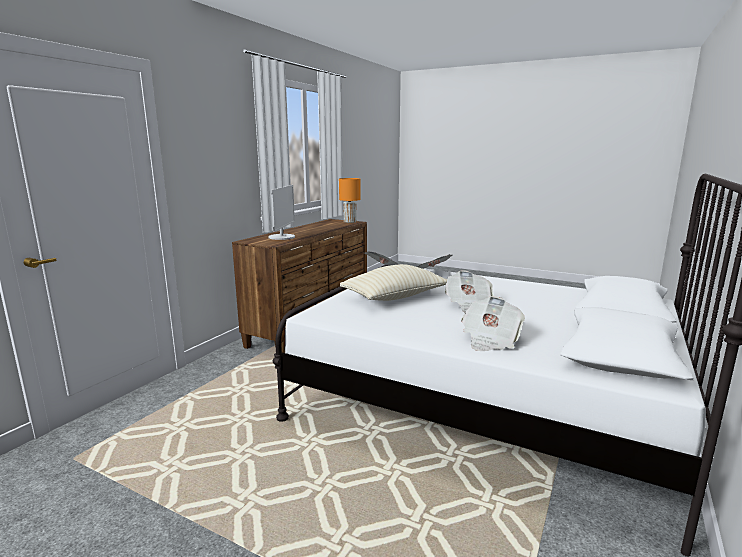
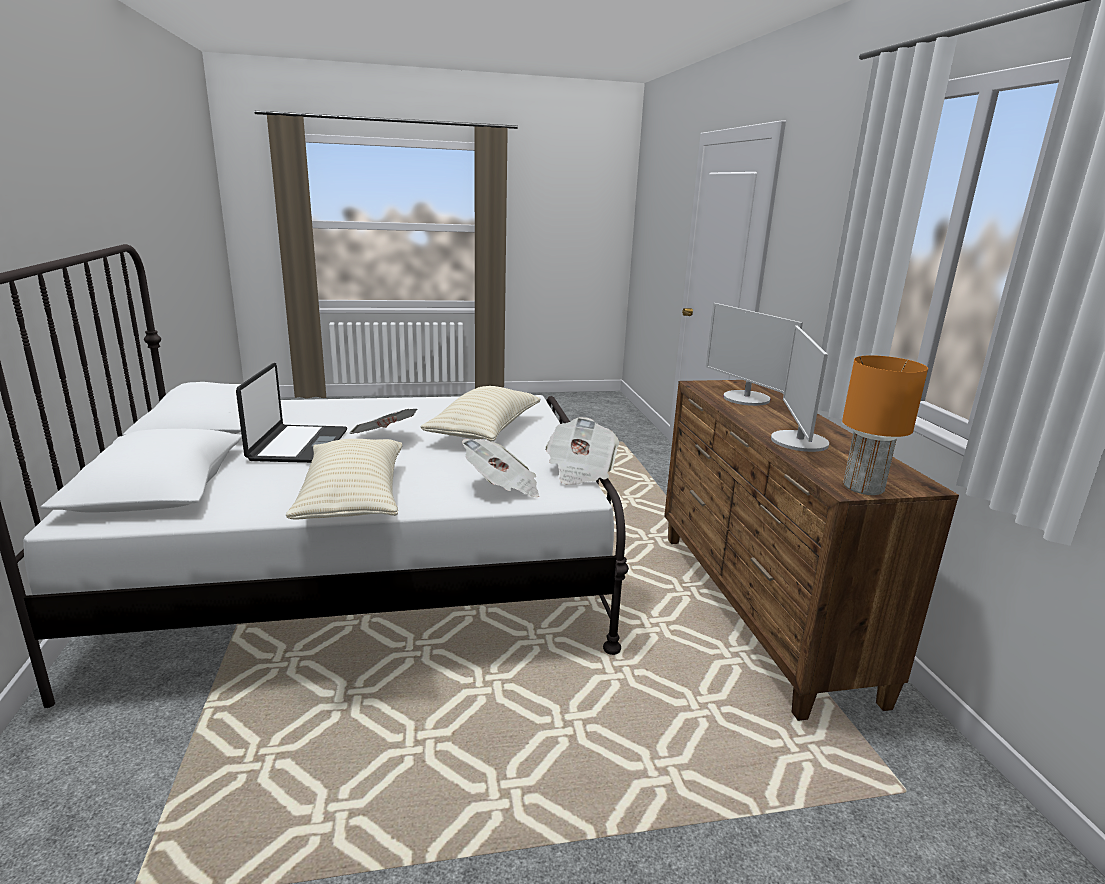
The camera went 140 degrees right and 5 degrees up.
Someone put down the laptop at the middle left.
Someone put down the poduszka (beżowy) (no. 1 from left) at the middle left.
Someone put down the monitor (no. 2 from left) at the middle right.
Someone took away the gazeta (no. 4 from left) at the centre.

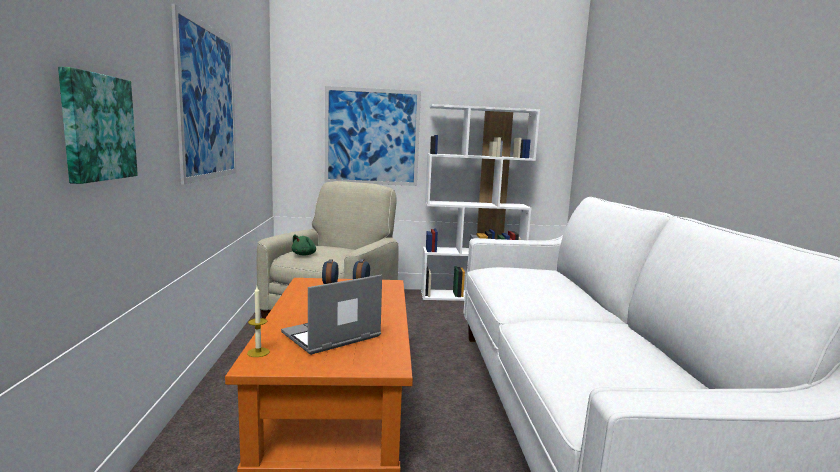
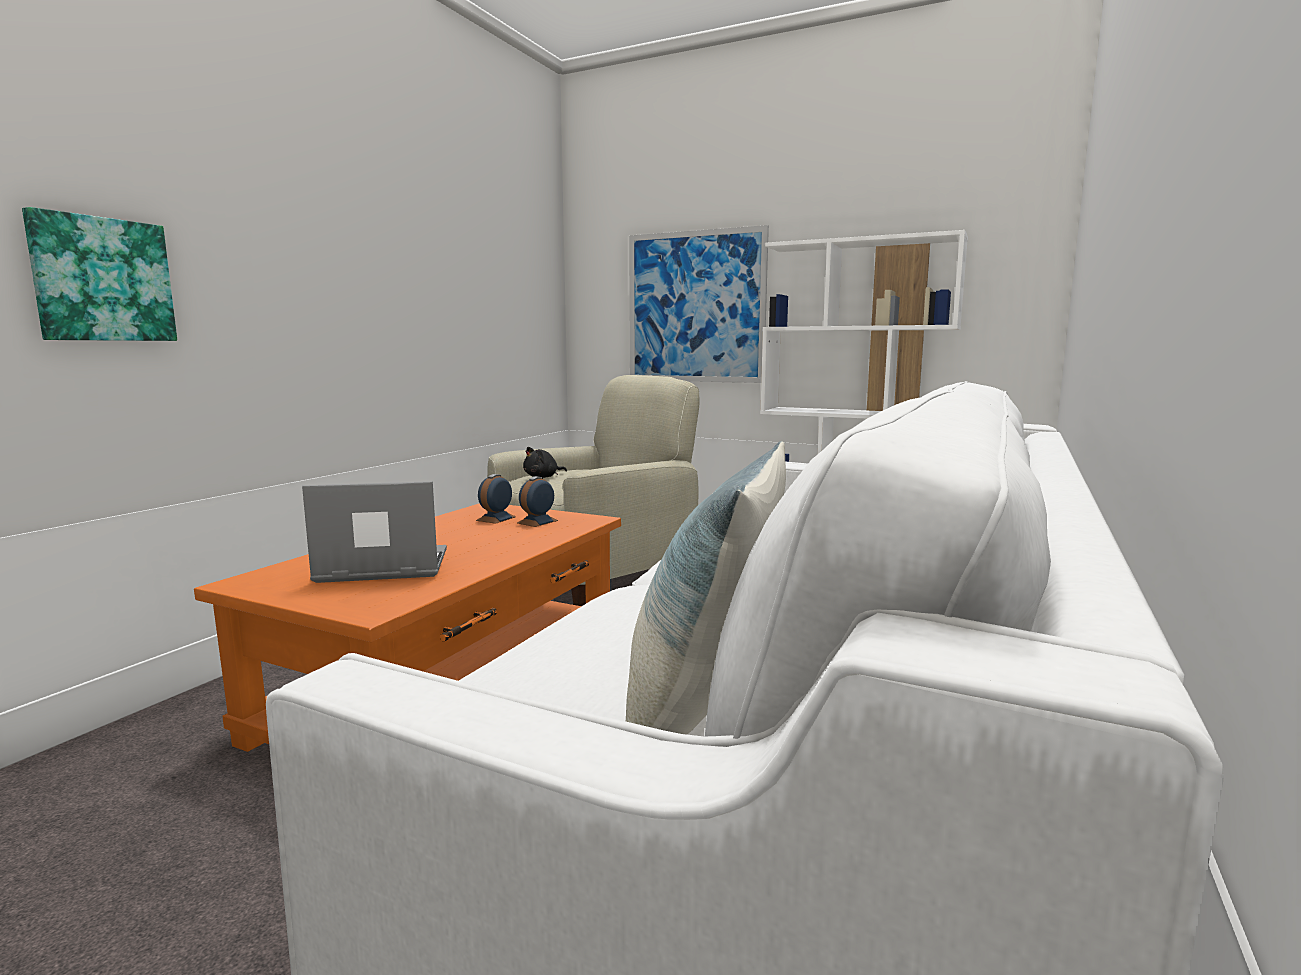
The camera went 30 degrees right and 0 degrees up.
Someone repainted the pluszak (zielony) at the centre, which became the pluszak (czarny) at the centre.
Someone put down the poduszka at the centre.
Someone took away the obraz (no. 2 from left) at the top left.
Someone took away the świeca at the bottom left.

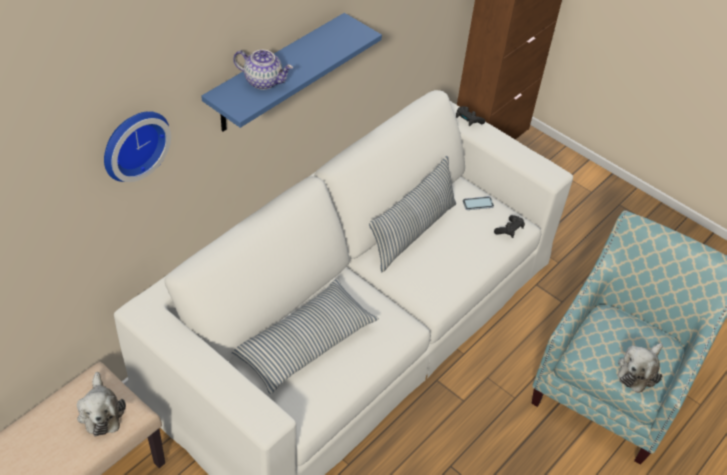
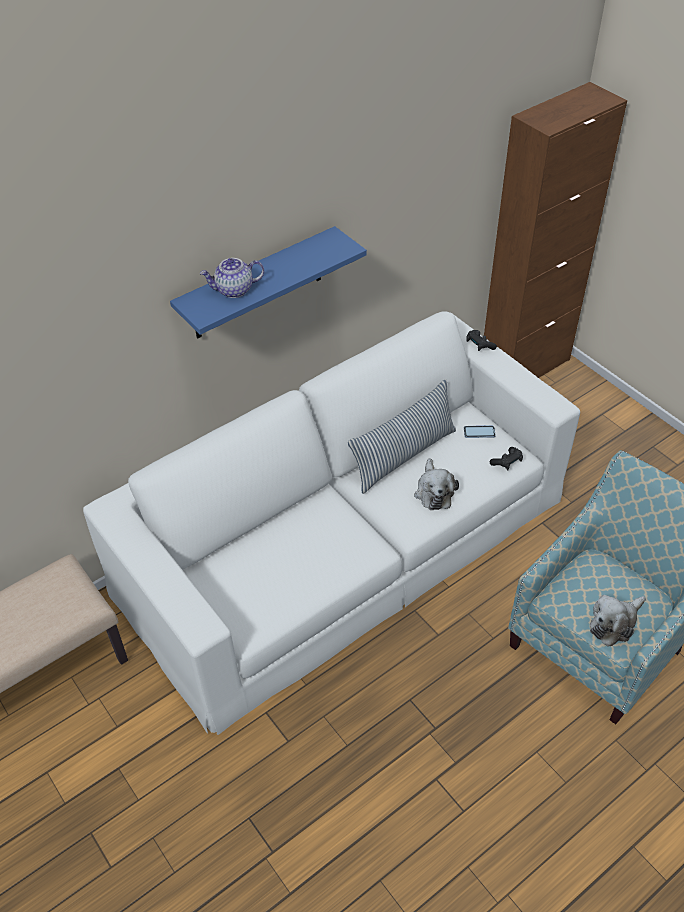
The camera went 15 degrees right and 0 degrees up.
Someone rotated the imbryk at the top centre by 135 degrees clockwise.
Someone carried the pluszak (no. 1 from left) from the bottom left to the centre.
Someone took away the zegar ścienny at the top left.
Someone took away the poduszka (no. 1 from left) at the bottom centre.

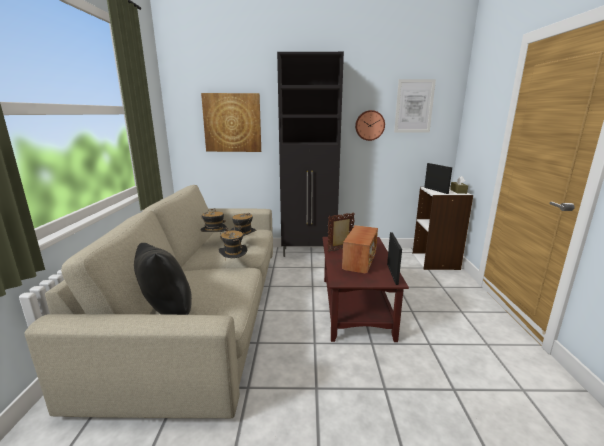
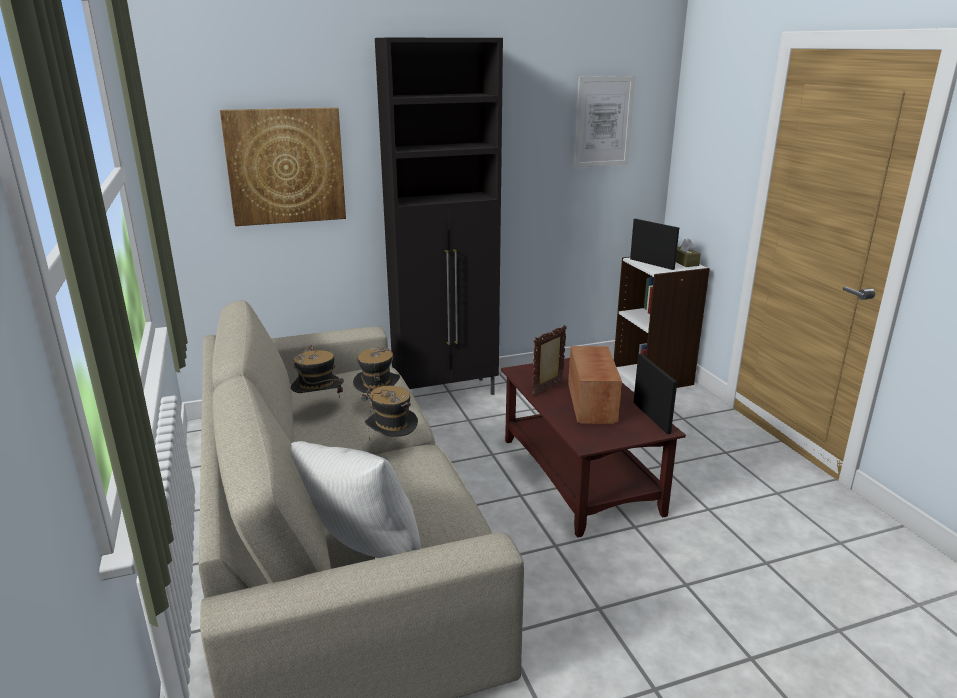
The camera went 20 degrees left and 5 degrees up.
Someone repainted the poduszka (czarny) at the middle left, which became the poduszka (biały) at the bottom centre.
Someone took away the zegar ścienny at the top centre.

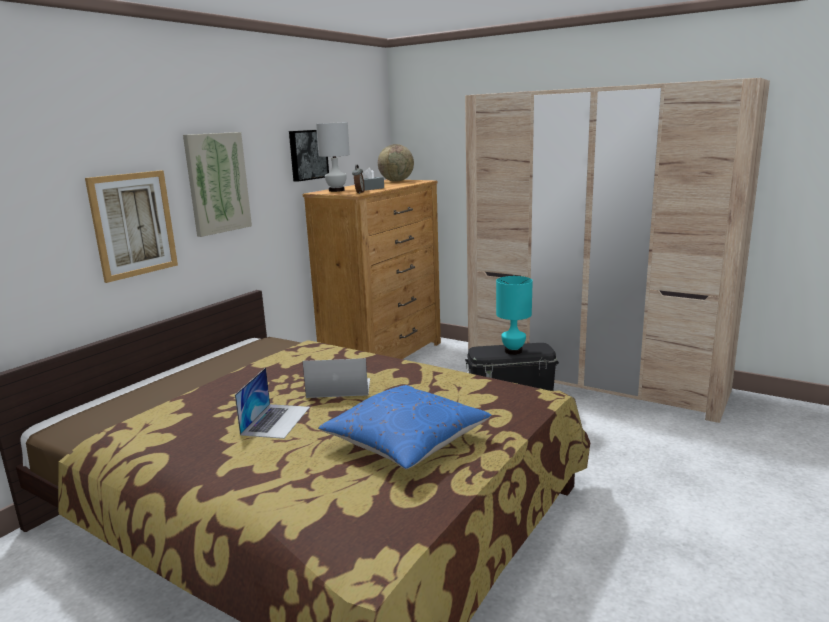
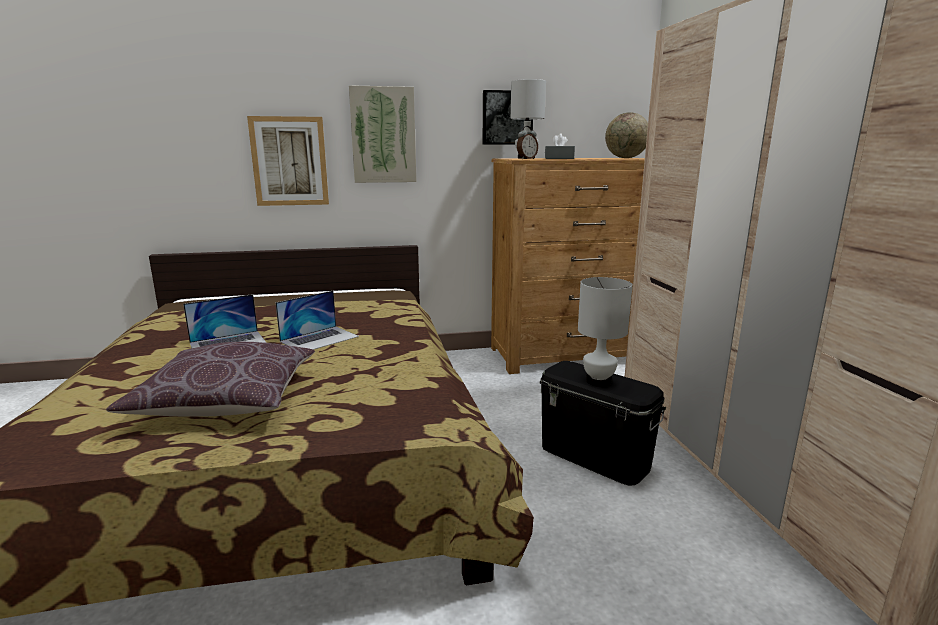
The camera went 45 degrees right and 0 degrees up.
Someone repainted the poduszka (niebieski) at the bottom centre, which became the poduszka (brązowy) at the middle left.
Someone rotated the laptop (no. 2 from left) at the centre by 90 degrees clockwise.
Someone repainted the lampa stołowa (turkusowy) at the centre, which became the lampa stołowa (biały) (no. 2 from left) at the centre.

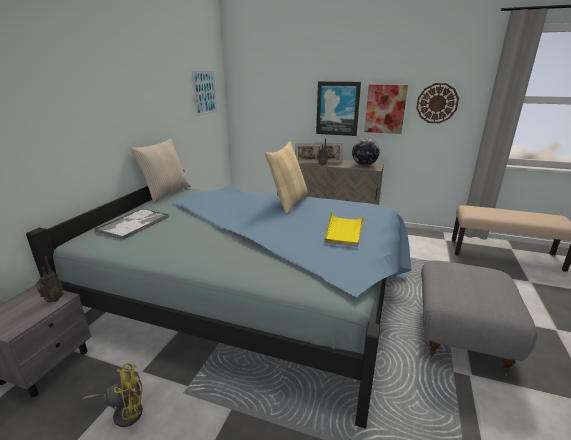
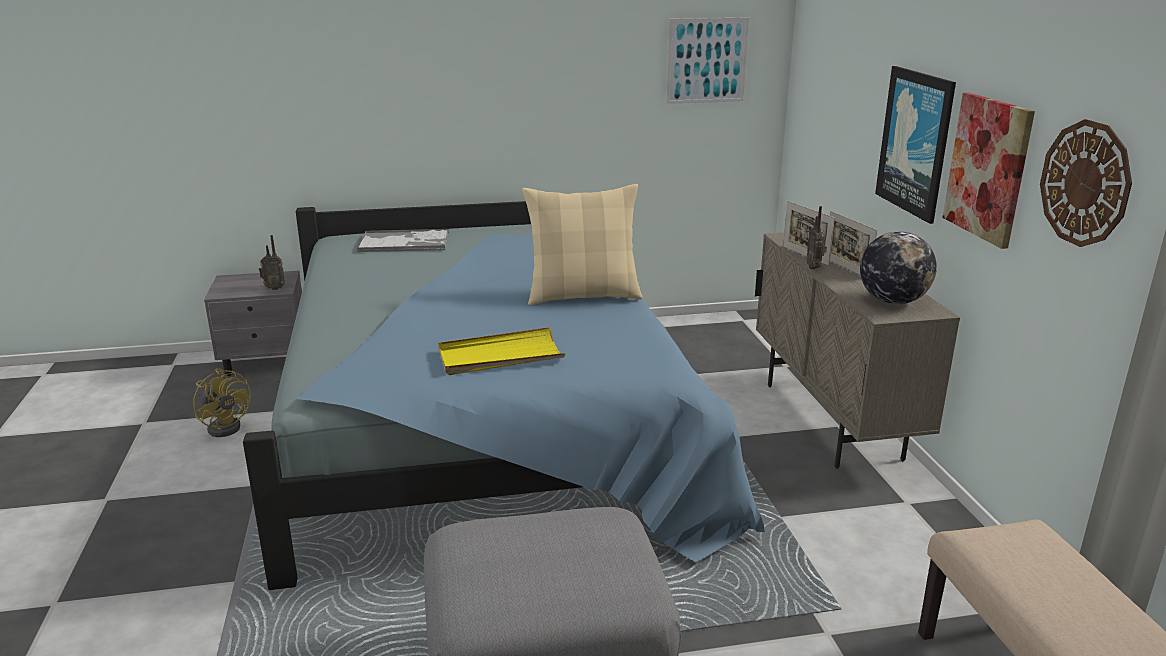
The camera went 60 degrees right and 0 degrees up.
Someone took away the poduszka (beżowy) (no. 1 from left) at the middle left.

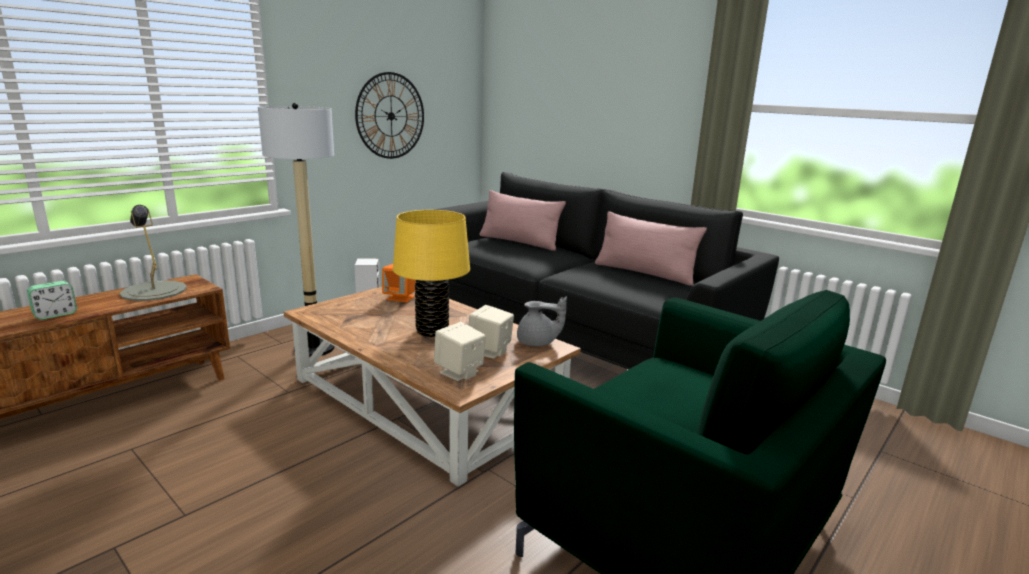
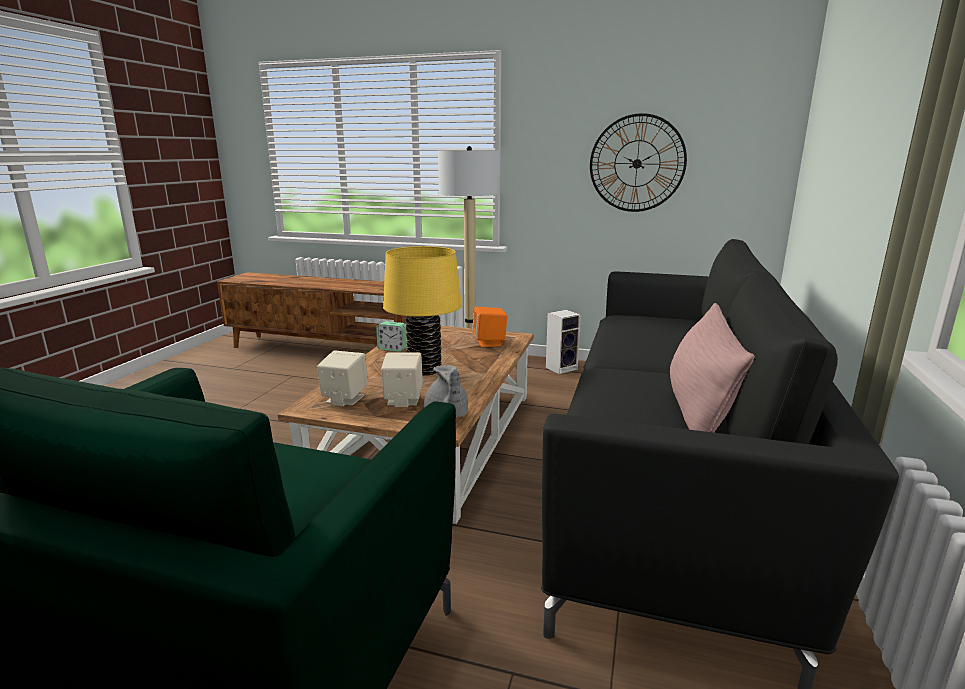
The camera went 65 degrees right and 0 degrees up.
Someone carried the budzik from the middle left to the centre.
Someone took away the lampa stołowa (szary) at the middle left.
Someone took away the poduszka (różowy) (no. 1 from left) at the centre.

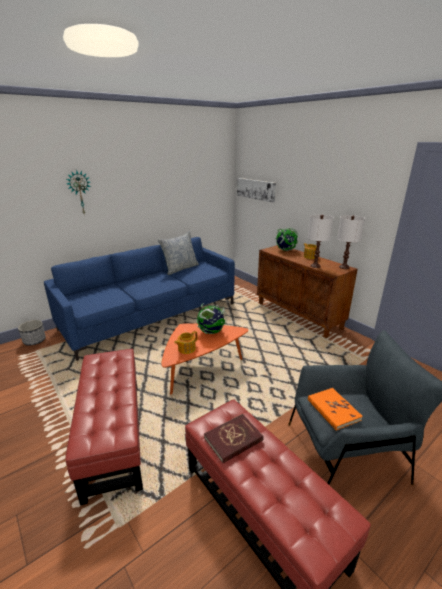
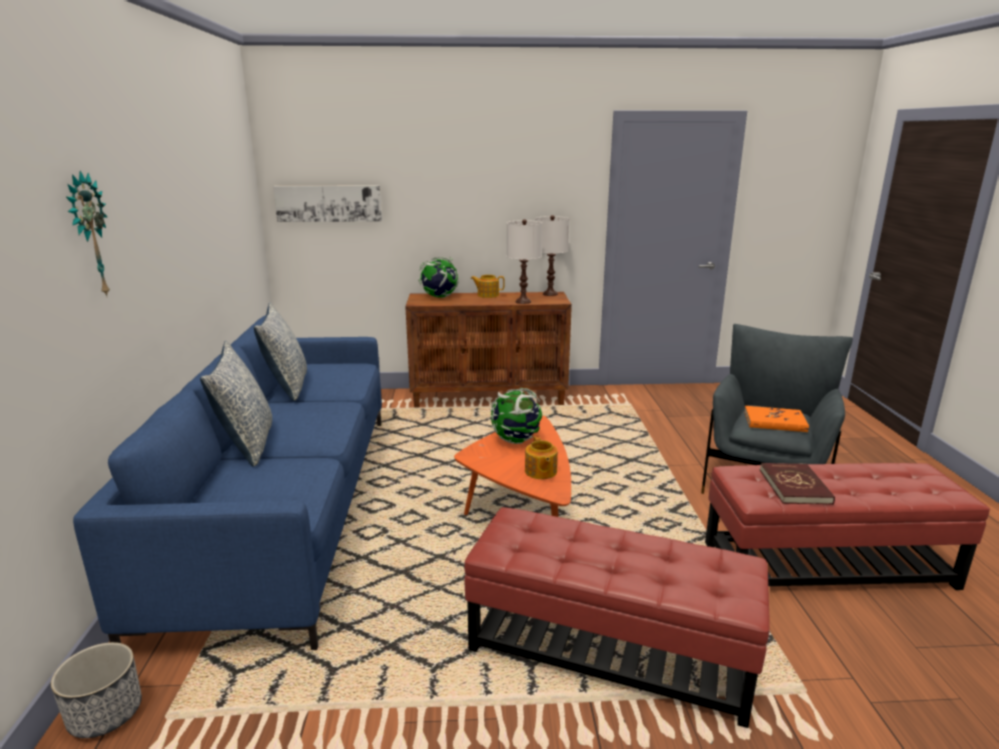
The camera went 55 degrees left and 5 degrees down.
Someone put down the poduszka (no. 1 from left) at the middle left.

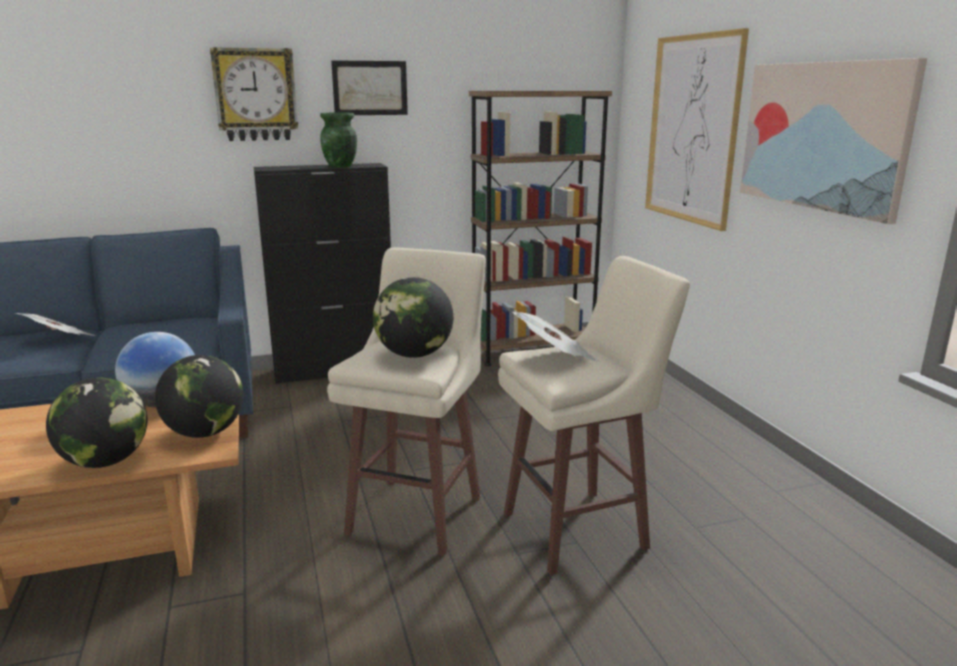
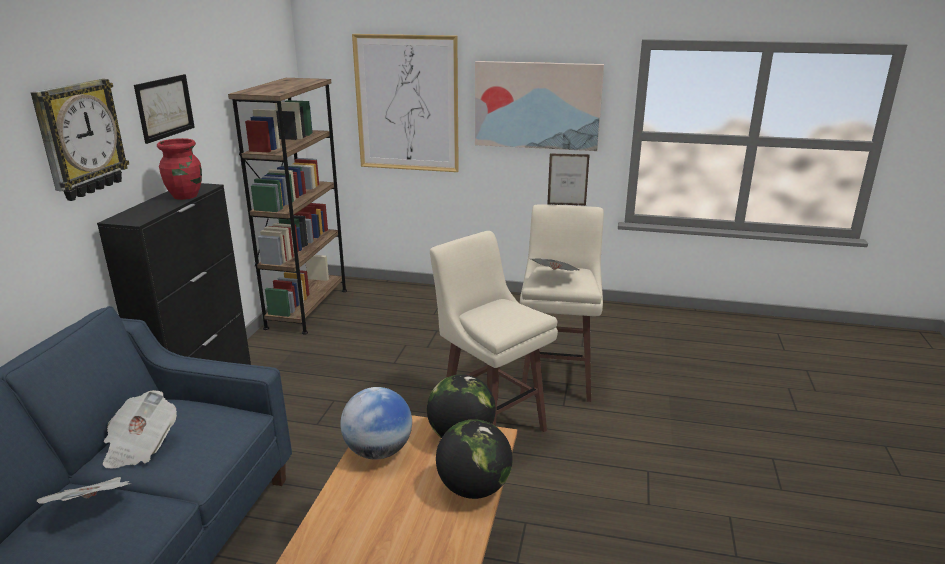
The camera went 60 degrees left and 5 degrees up.
Someone put down the gazeta (no. 2 from left) at the bottom left.
Someone repainted the wazon (zielony) at the top centre, which became the wazon (czerwony) at the top left.
Someone put down the ramka na zdjęcie at the top centre.
Someone took away the globus (no. 4 from left) at the centre.

